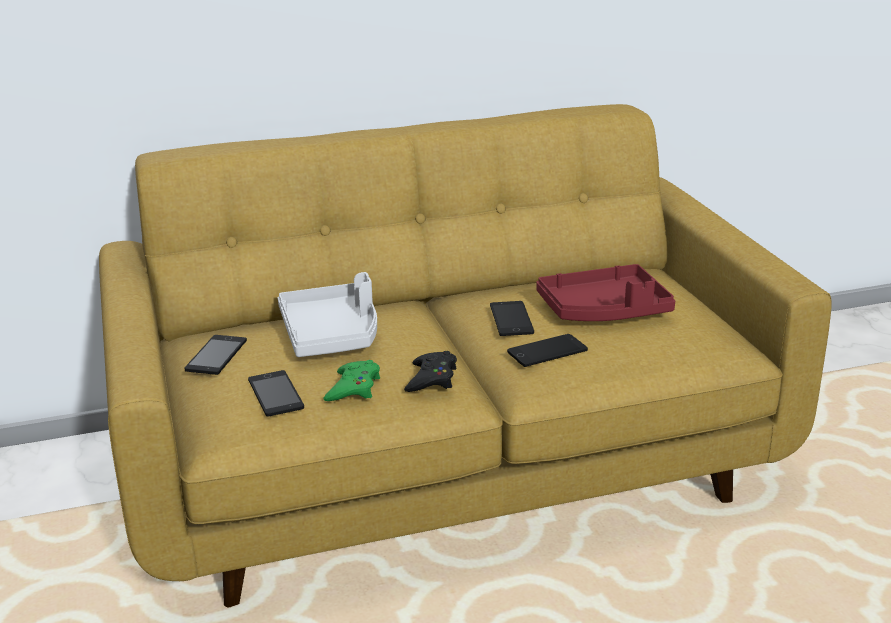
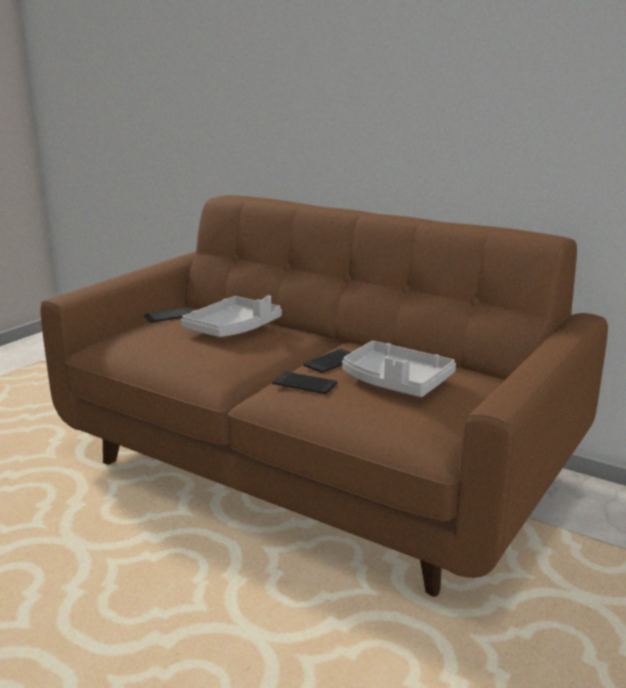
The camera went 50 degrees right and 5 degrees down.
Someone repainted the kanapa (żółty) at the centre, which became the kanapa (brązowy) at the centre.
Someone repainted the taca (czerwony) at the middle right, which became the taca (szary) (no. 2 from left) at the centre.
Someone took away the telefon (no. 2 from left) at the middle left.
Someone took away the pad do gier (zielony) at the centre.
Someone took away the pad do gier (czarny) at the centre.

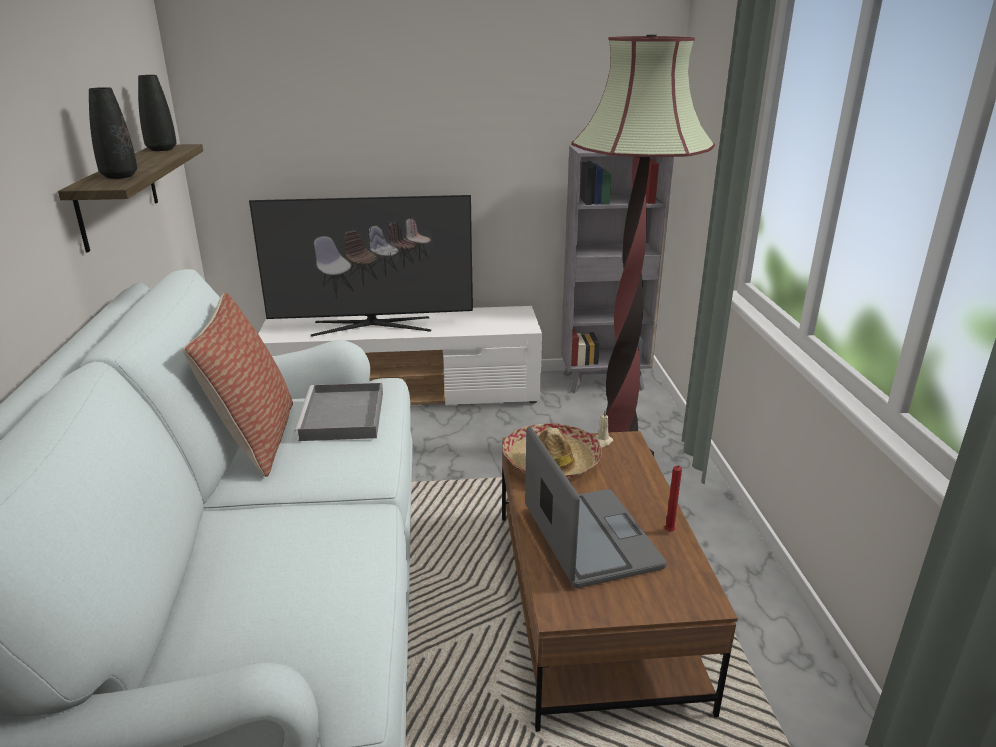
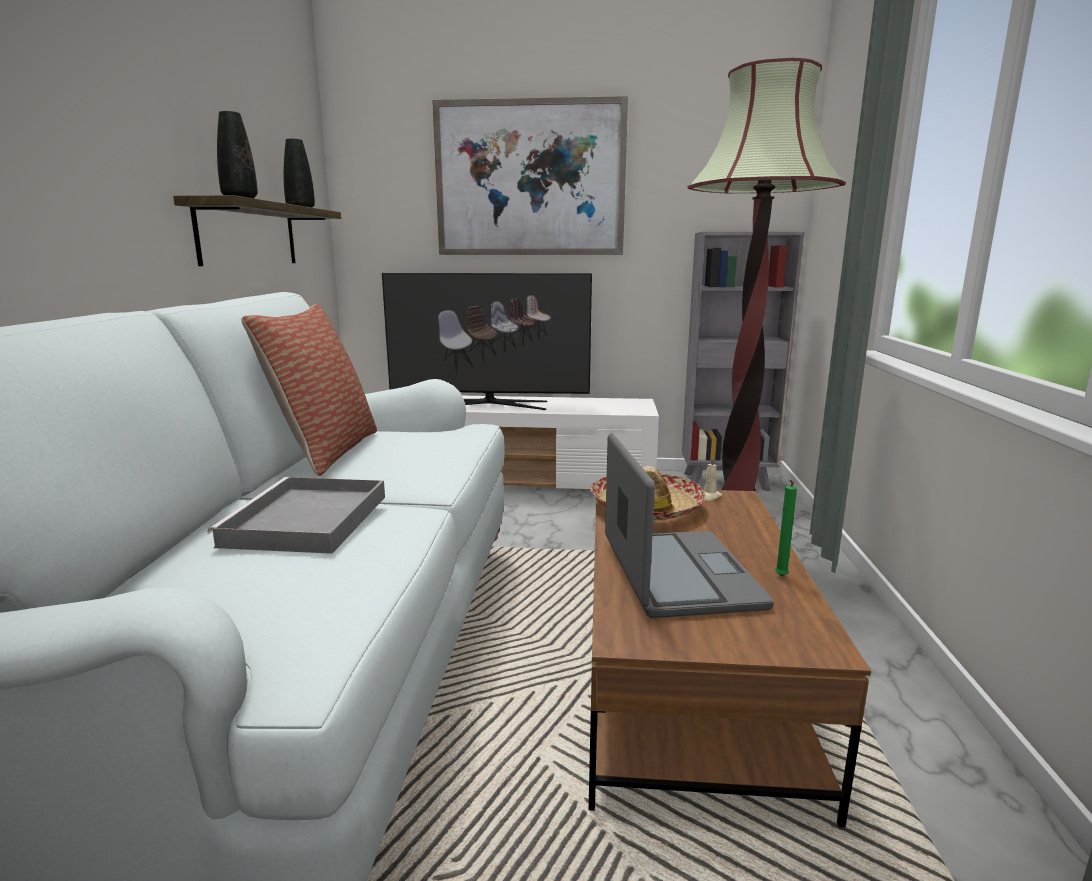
The camera went 10 degrees right and 10 degrees down.
Someone carried the taca (szary) from the centre to the middle left.
Someone put up the obraz at the top centre.
Someone repainted the świeca (czerwony) at the bottom right, which became the świeca (zielony) at the middle right.

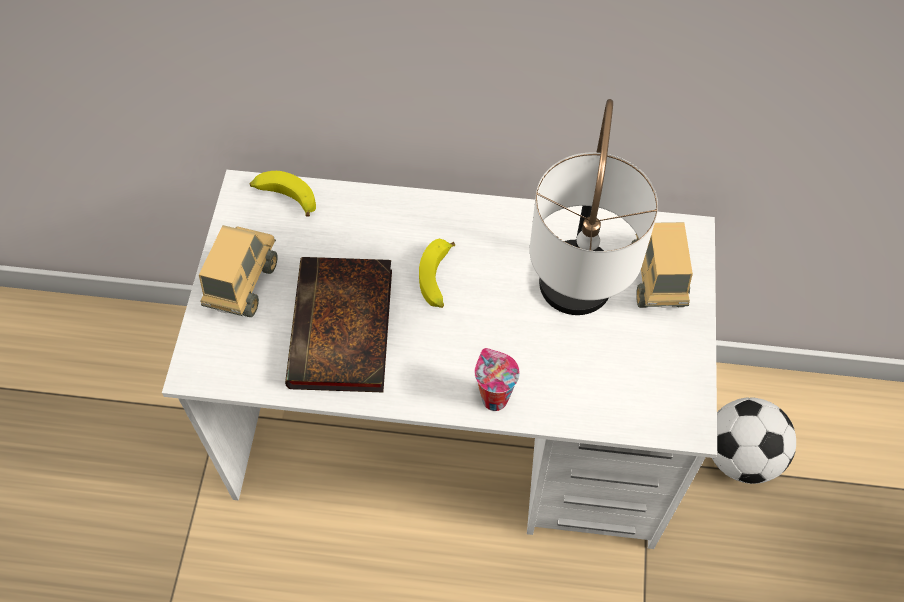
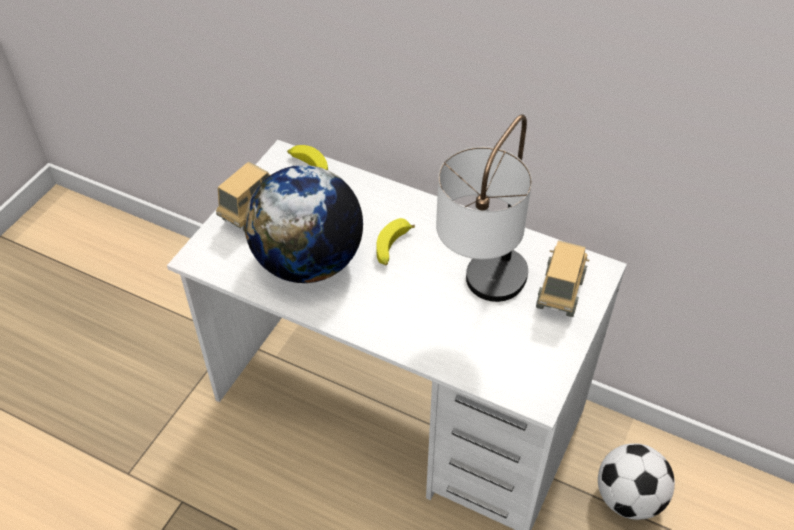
The camera went 20 degrees right and 10 degrees down.
Someone swapped the książka at the centre for the globus at the centre.
Someone took away the filiżanka at the centre.

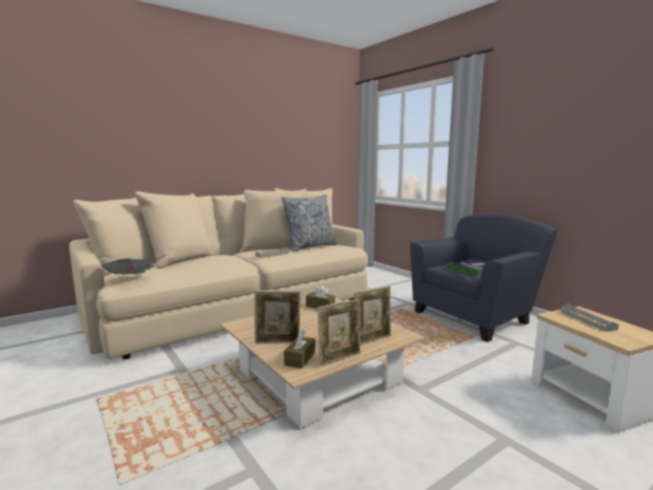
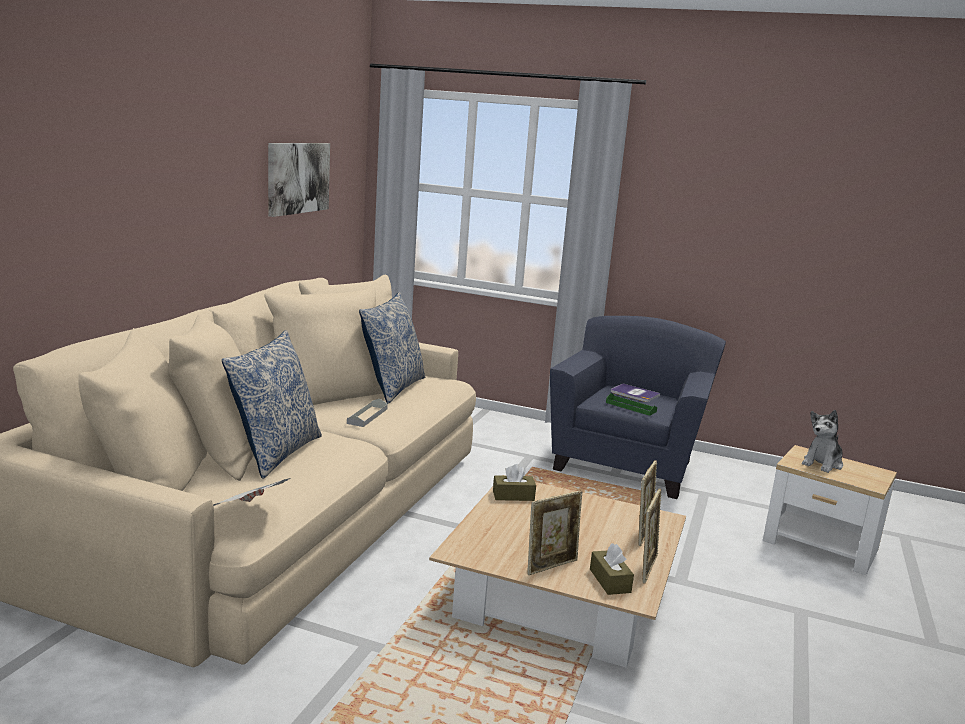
The camera went 35 degrees left and 5 degrees up.
Someone put down the poduszka (no. 1 from left) at the middle left.
Someone put up the obraz at the top left.
Someone swapped the taca (szary) (no. 2 from left) at the middle right for the pluszak at the middle right.

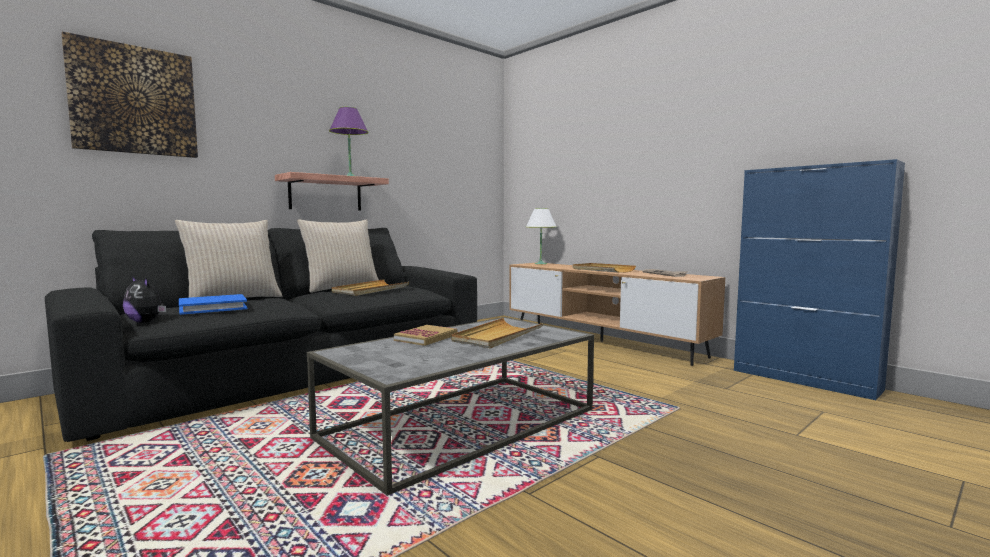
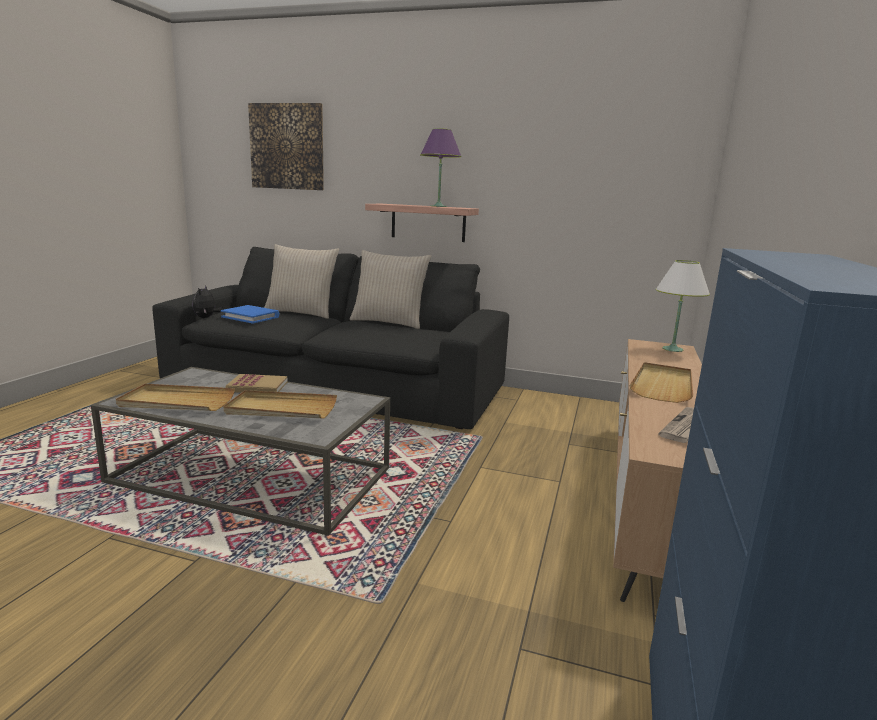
The camera went 60 degrees right and 10 degrees up.
Someone carried the taca (beżowy) (no. 1 from left) from the centre to the middle left.

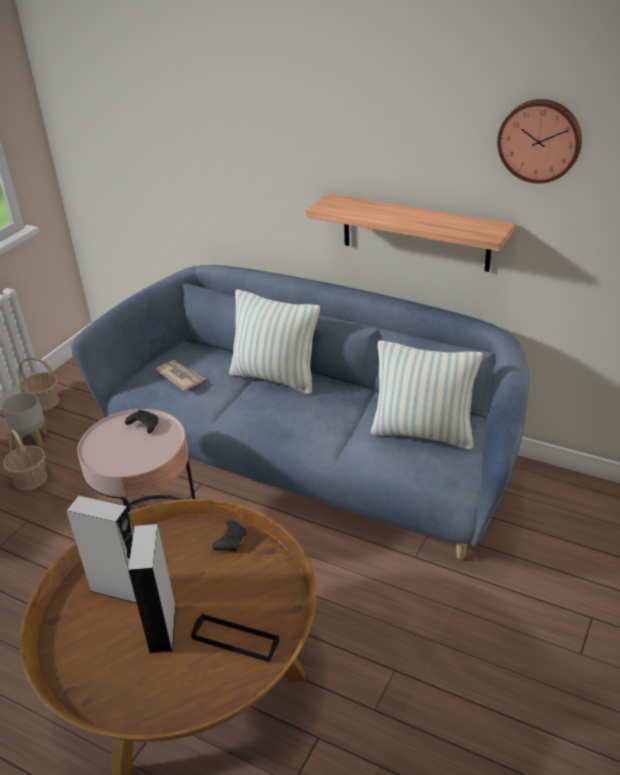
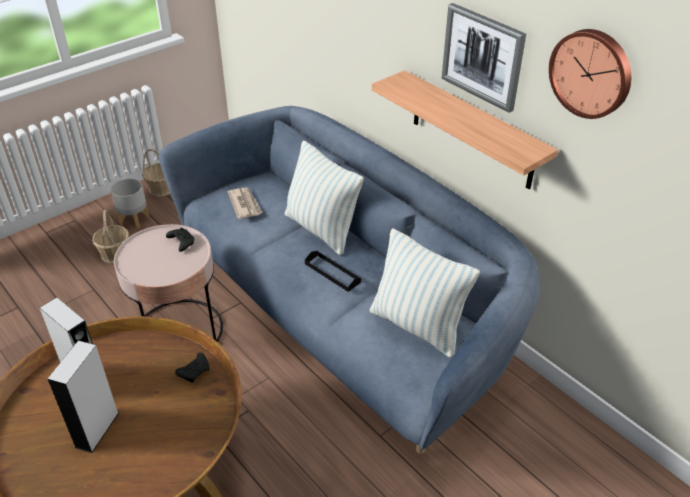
The camera went 20 degrees right and 5 degrees up.
Someone carried the taca (czarny) from the bottom centre to the centre.
Someone put up the obraz at the top right.

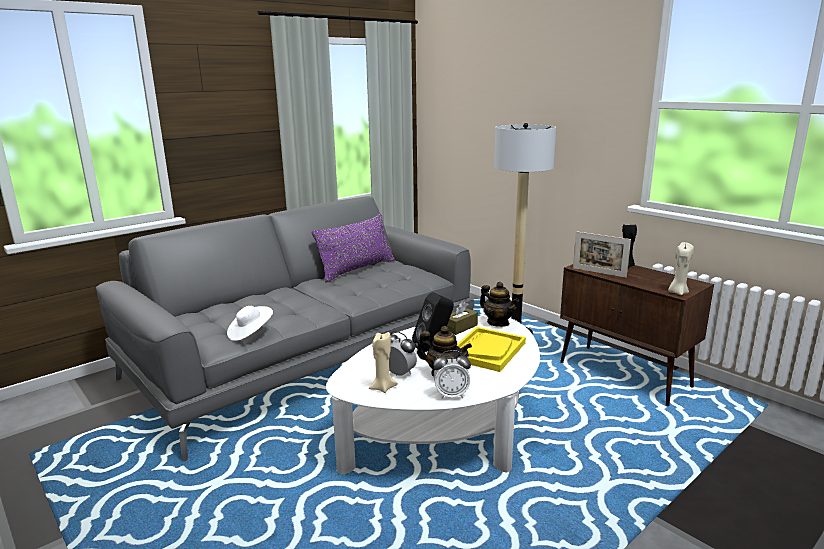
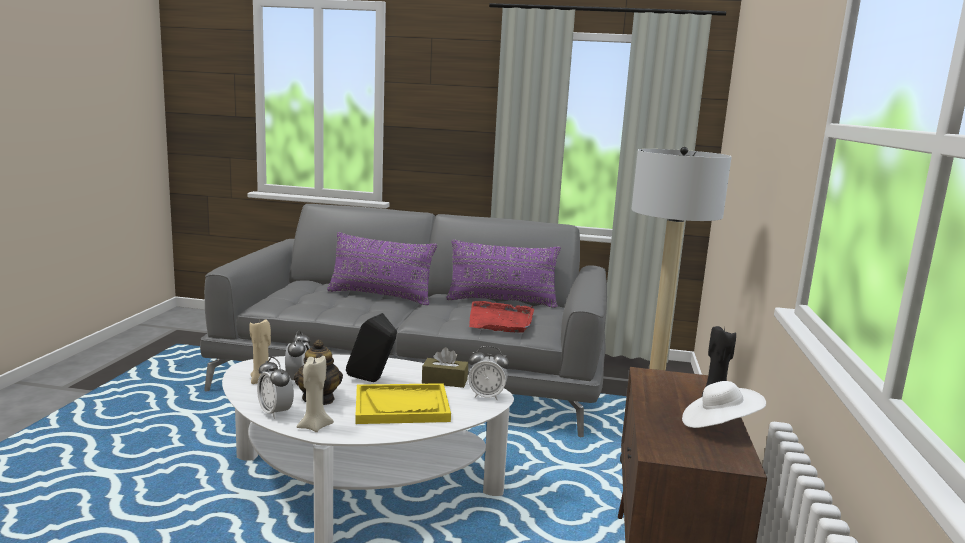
The camera went 50 degrees right and 5 degrees down.
Someone carried the świeca (beżowy) (no. 2 from left) from the middle right to the bottom left.
Someone put down the poduszka (fioletowy) (no. 1 from left) at the centre.
Someone swapped the imbryk (no. 2 from left) at the centre for the budzik (no. 3 from left) at the bottom centre.
Someone put down the taca (czerwony) at the centre.
Someone carried the kapelusz (biały) from the middle left to the bottom right.
Someone took away the ramka na zdjęcie at the middle right.

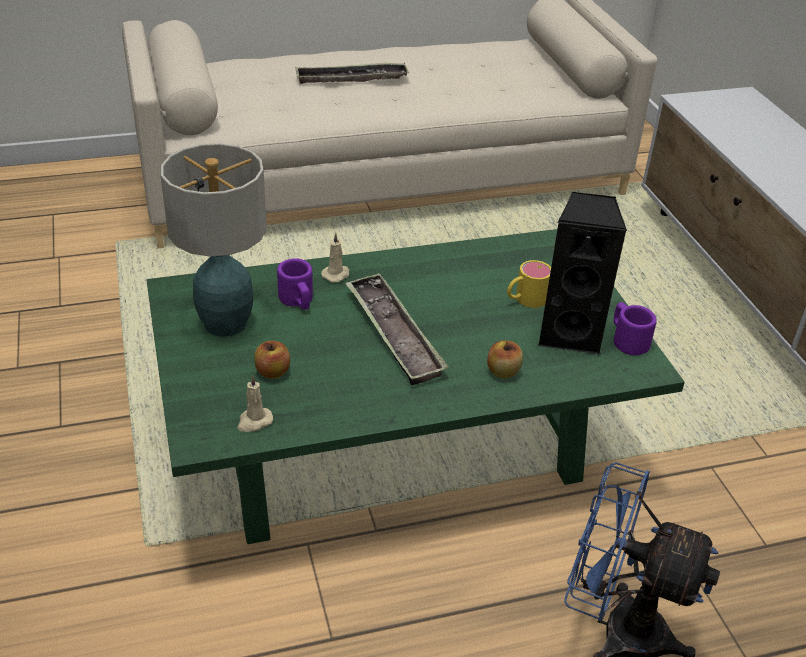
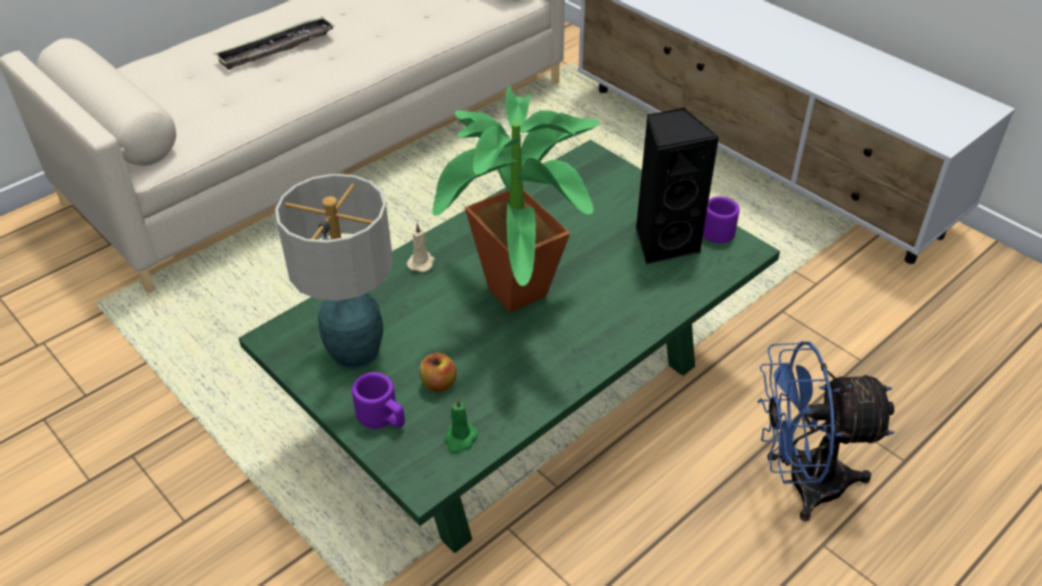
The camera went 25 degrees left and 5 degrees up.
Someone carried the kubek (fioletowy) (no. 1 from left) from the centre to the bottom centre.
Someone swapped the taca (no. 2 from left) at the centre for the roślina doniczkowa at the centre.
Someone repainted the świeca (beżowy) (no. 1 from left) at the middle left, which became the świeca (zielony) at the bottom centre.
Someone took away the jabłko (no. 2 from left) at the centre.
Someone took away the kubek (żółty) at the centre.

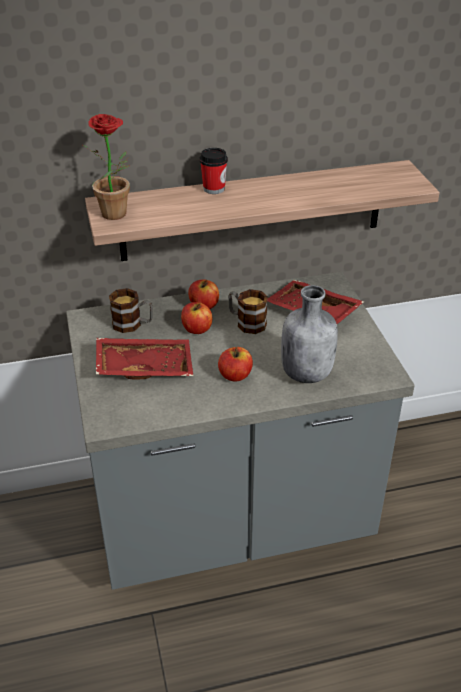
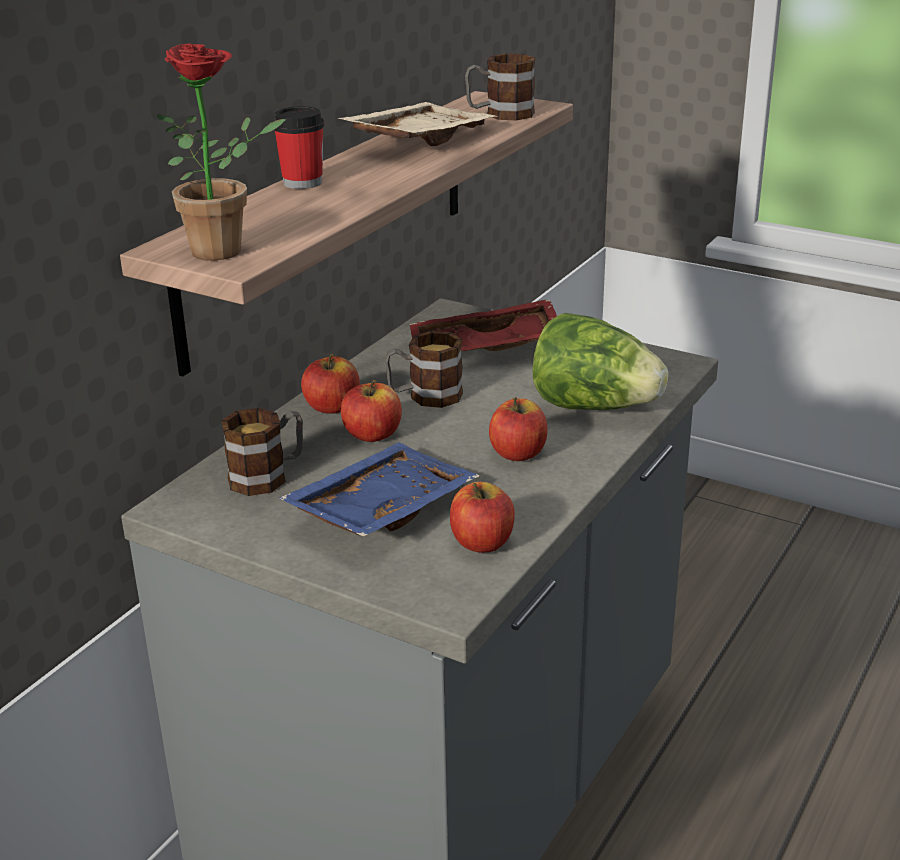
The camera went 45 degrees left and 10 degrees down.
Someone repainted the taca (czerwony) (no. 1 from left) at the middle left, which became the taca (niebieski) at the centre.
Someone put down the taca (beżowy) at the top centre.
Someone put down the jabłko (no. 3 from left) at the centre.
Someone put down the kubek (no. 3 from left) at the top centre.
Someone swapped the butelka (szary) at the middle right for the sałata at the middle right.

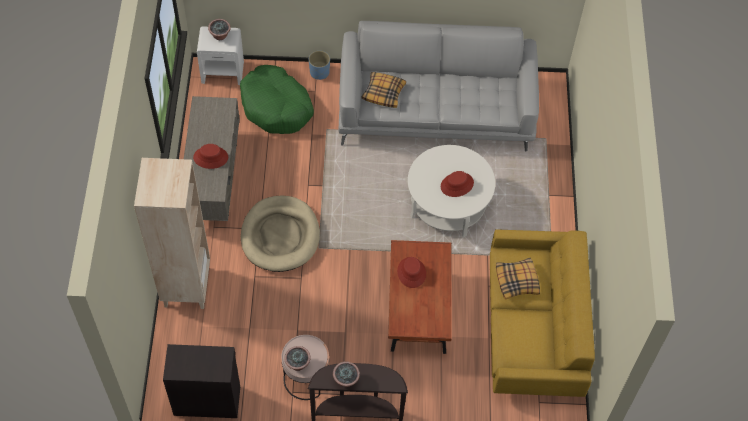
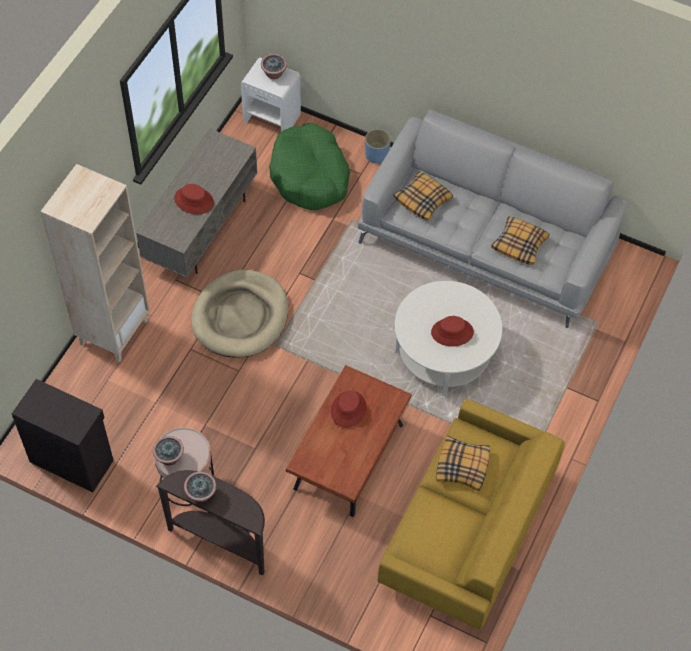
The camera went 25 degrees right and 0 degrees up.
Someone put down the poduszka (no. 3 from left) at the middle right.

